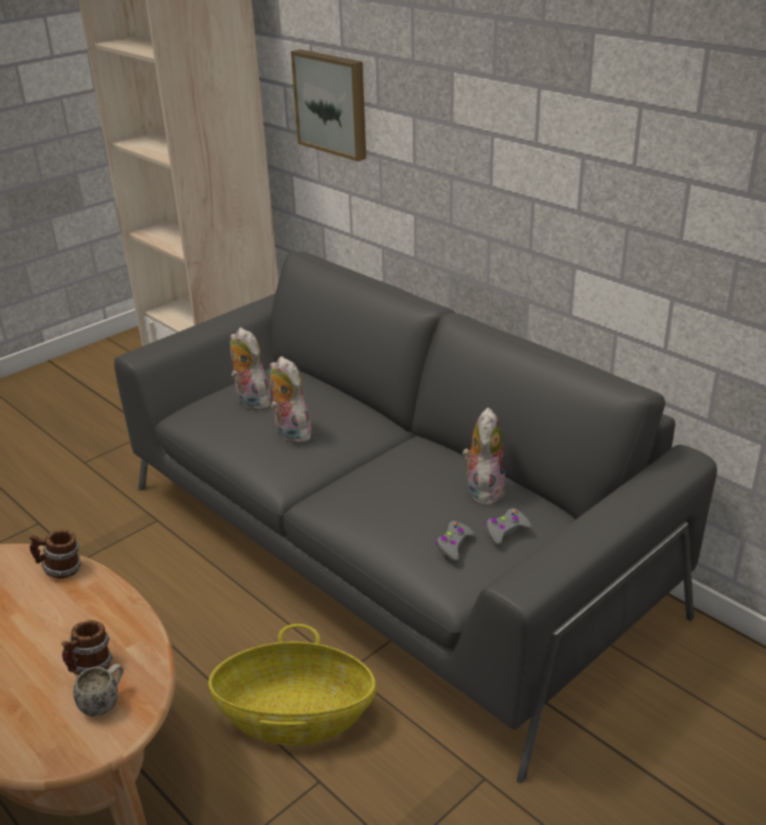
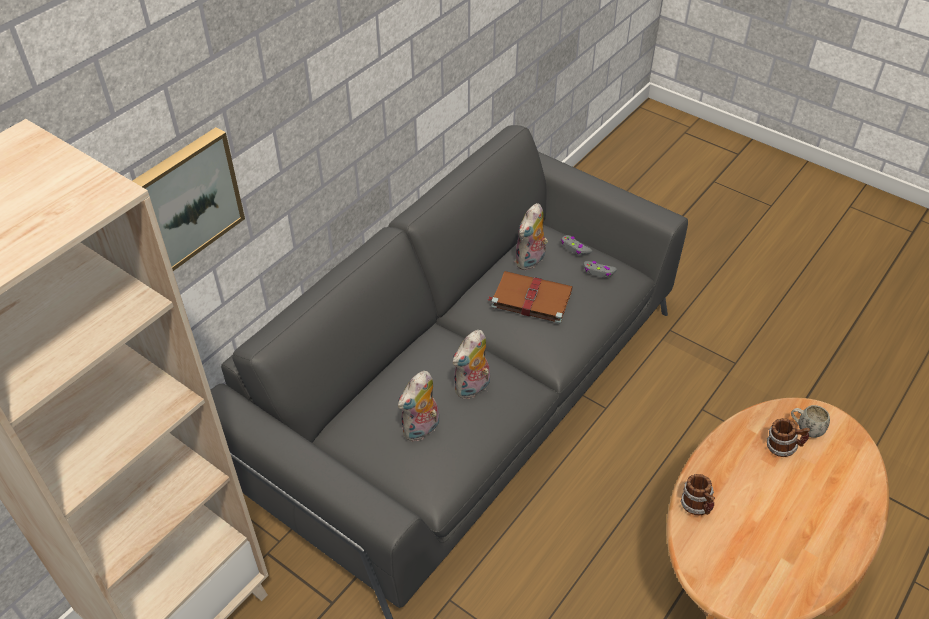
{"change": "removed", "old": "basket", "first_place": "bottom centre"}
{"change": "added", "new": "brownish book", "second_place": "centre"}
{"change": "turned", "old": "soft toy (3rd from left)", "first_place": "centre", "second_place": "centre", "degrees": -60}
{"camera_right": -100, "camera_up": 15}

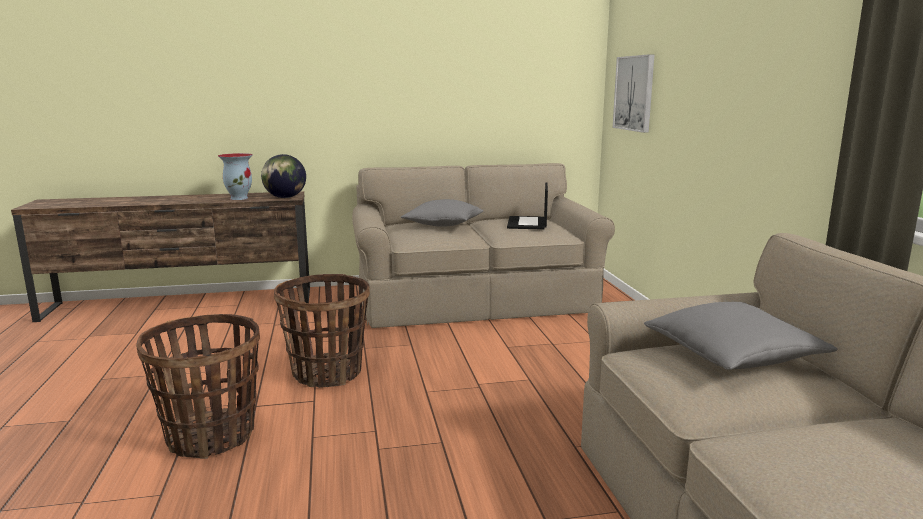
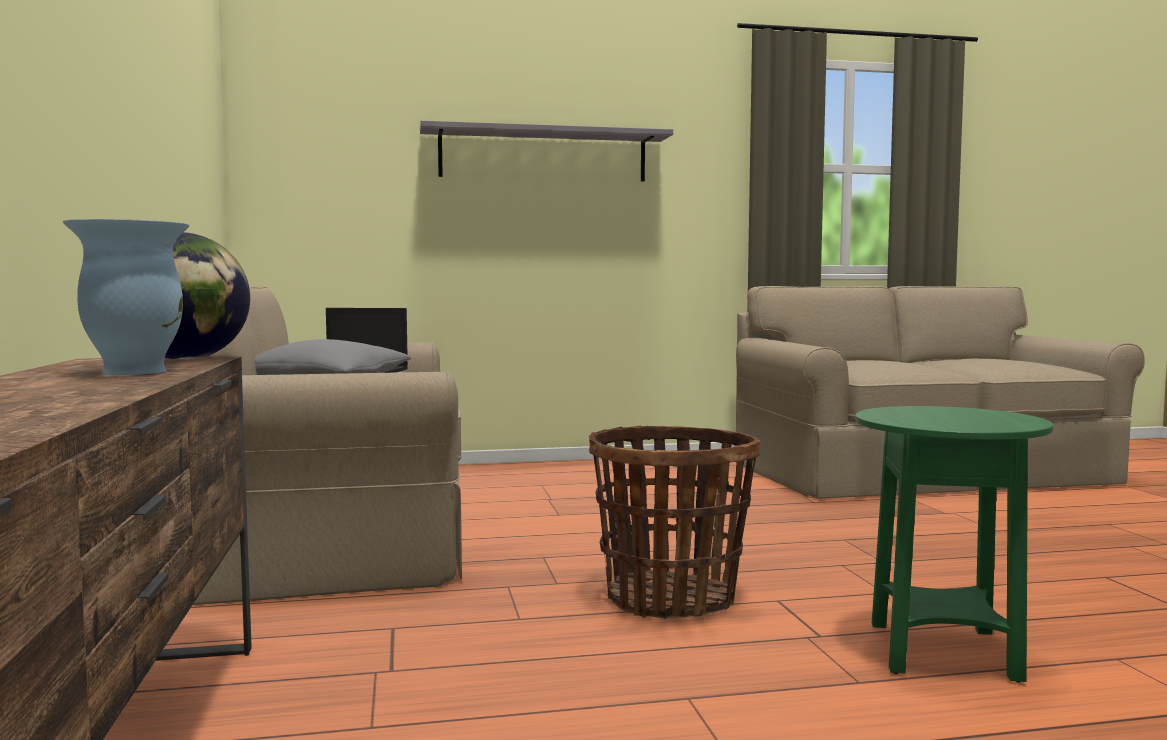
{"change": "removed", "old": "wall art", "first_place": "top right"}
{"change": "removed", "old": "grey cushion (2nd from left)", "first_place": "middle right"}
{"change": "added", "new": "grey wall shelf", "second_place": "top centre"}
{"change": "replaced", "old": "basket (1st from left)", "new": "green-coloured accent table", "first_place": "bottom left", "second_place": "bottom right"}
{"camera_right": -90, "camera_up": -10}

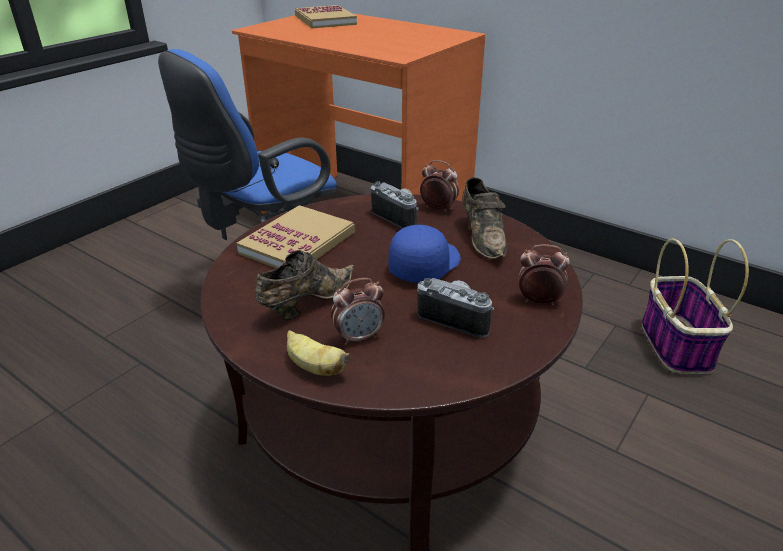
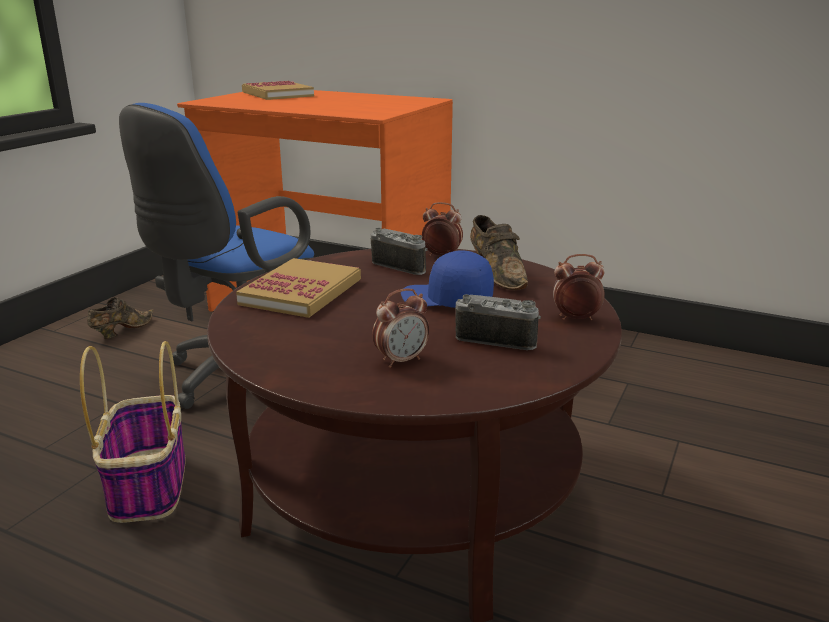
{"change": "removed", "old": "whole banana", "first_place": "centre"}
{"change": "moved", "old": "brownish item of footwear (1st from left)", "first_place": "centre", "second_place": "middle left"}
{"change": "moved", "old": "basket", "first_place": "middle right", "second_place": "bottom left"}
{"change": "turned", "old": "blue-coloured cap", "first_place": "centre", "second_place": "centre", "degrees": -90}
{"camera_right": -10, "camera_up": -10}

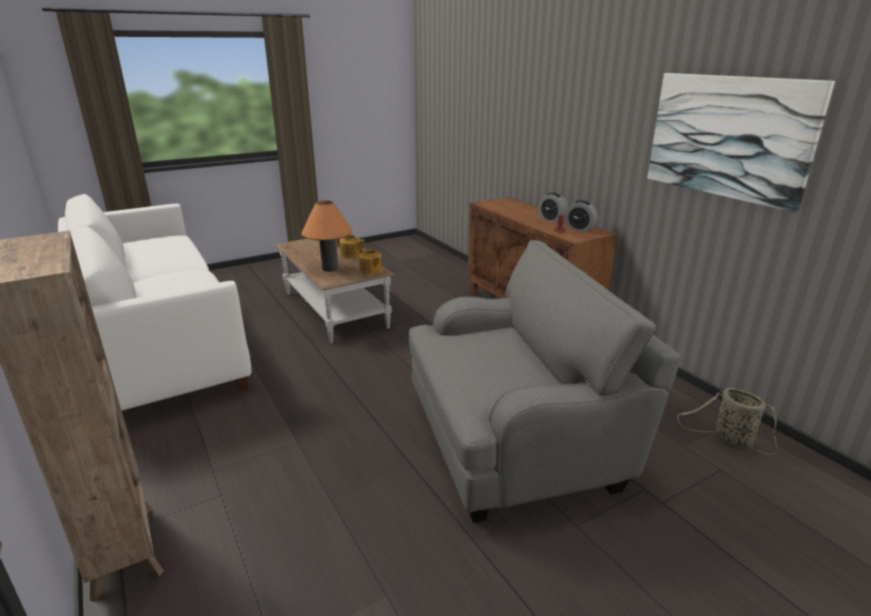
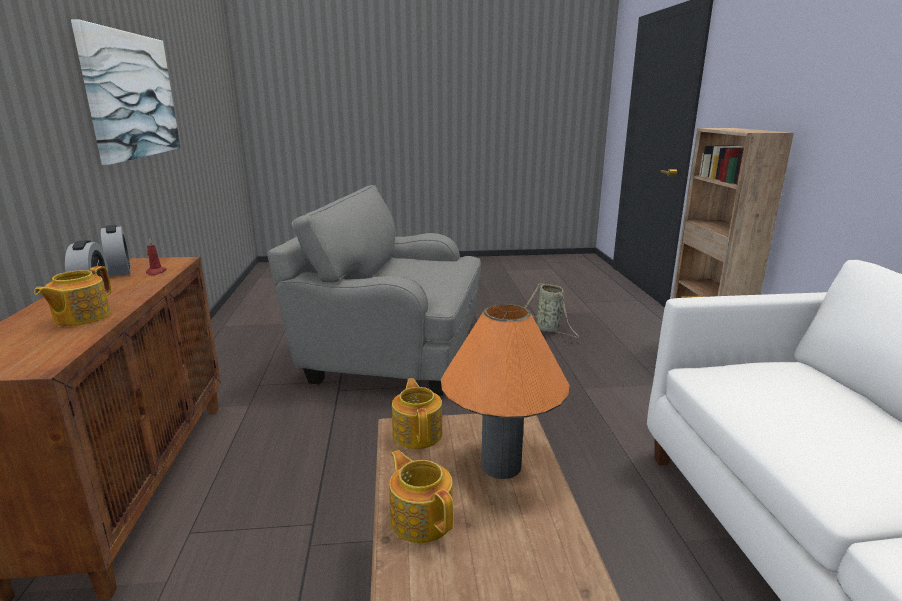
{"change": "added", "new": "tea pot (1st from left)", "second_place": "middle left"}
{"change": "moved", "old": "basket", "first_place": "bottom right", "second_place": "centre"}
{"camera_right": -155, "camera_up": -5}

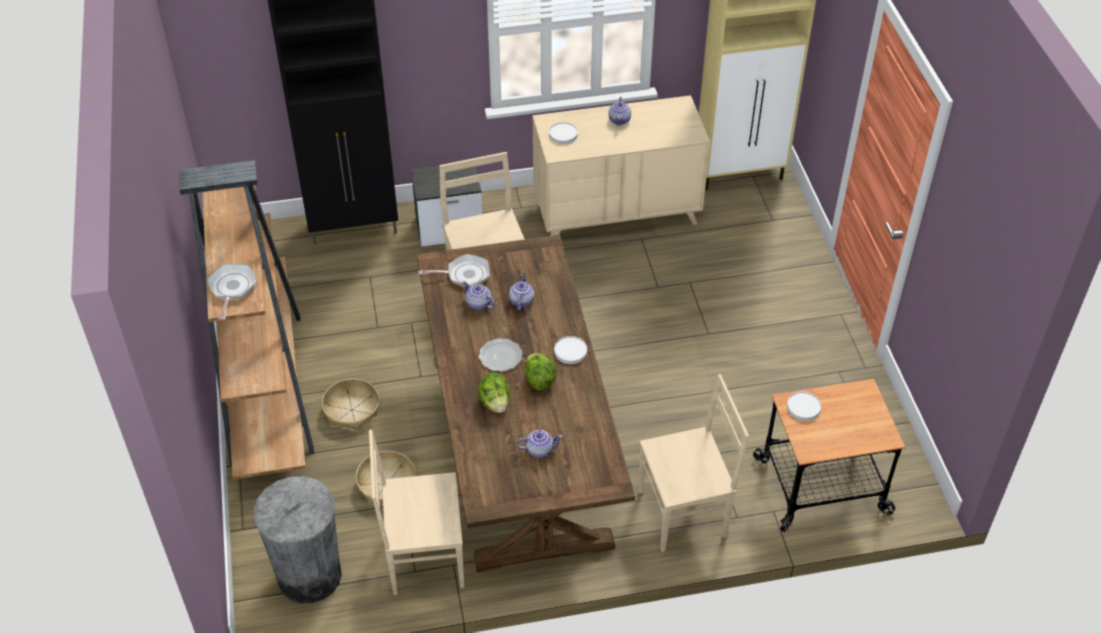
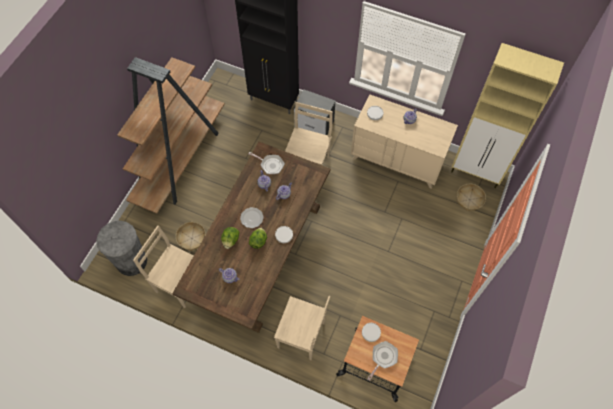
{"change": "moved", "old": "pan (1st from left in the first image)", "new": "pan (2nd from left)", "first_place": "middle left", "second_place": "bottom centre"}
{"change": "moved", "old": "basket (1st from left in the first image)", "new": "basket (2nd from left)", "first_place": "middle left", "second_place": "middle right"}
{"camera_right": 35, "camera_up": 15}

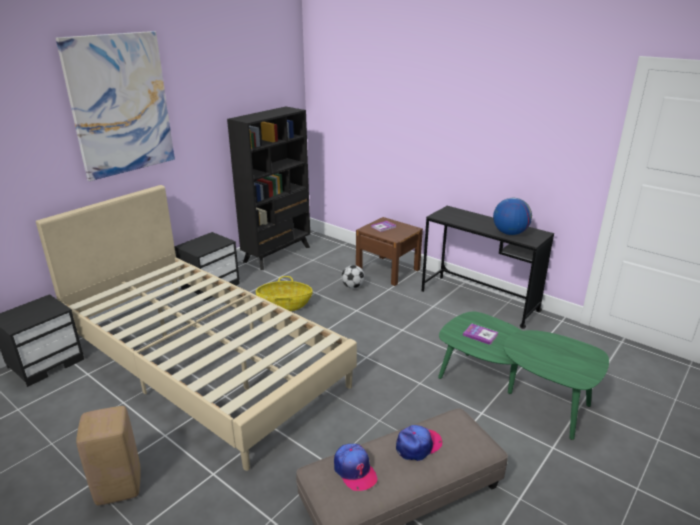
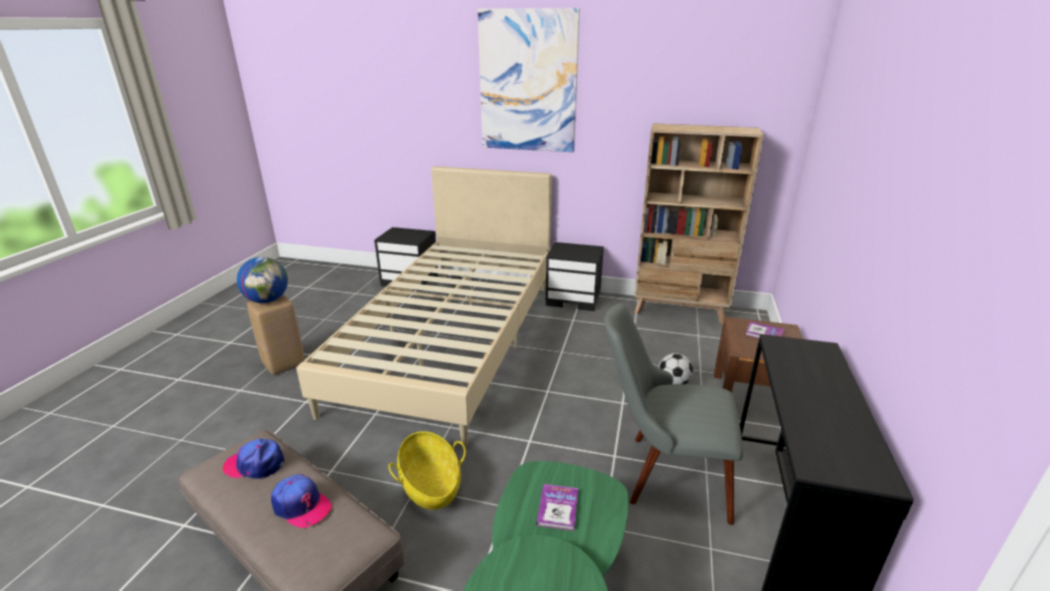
{"change": "added", "new": "grey chair", "second_place": "bottom centre"}
{"change": "moved", "old": "basket", "first_place": "centre", "second_place": "bottom centre"}
{"change": "moved", "old": "globe", "first_place": "middle right", "second_place": "middle left"}
{"change": "recoloured", "old": "black-coloured shelving unit", "new": "beige-coloured shelving unit", "first_place": "centre", "second_place": "centre"}
{"change": "turned", "old": "cap (1st from left)", "first_place": "bottom centre", "second_place": "bottom left", "degrees": 60}
{"camera_right": 65, "camera_up": 0}

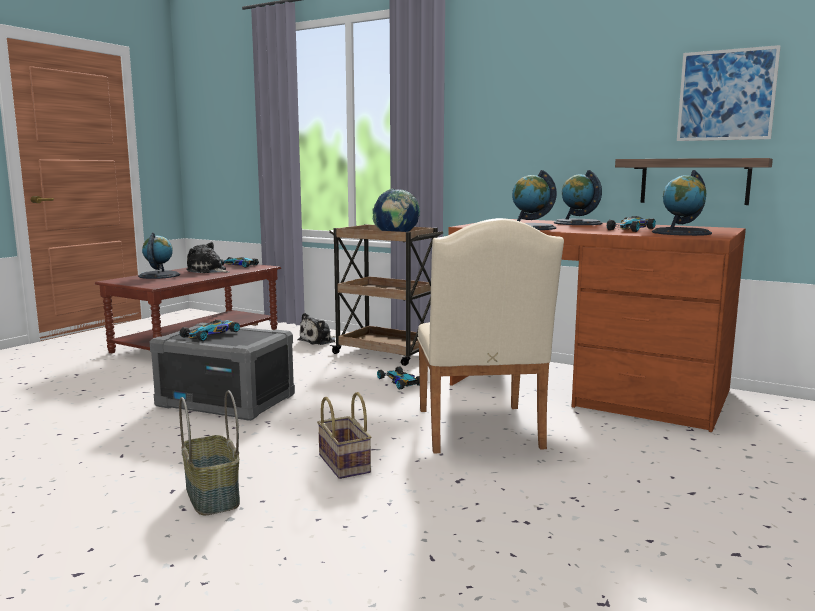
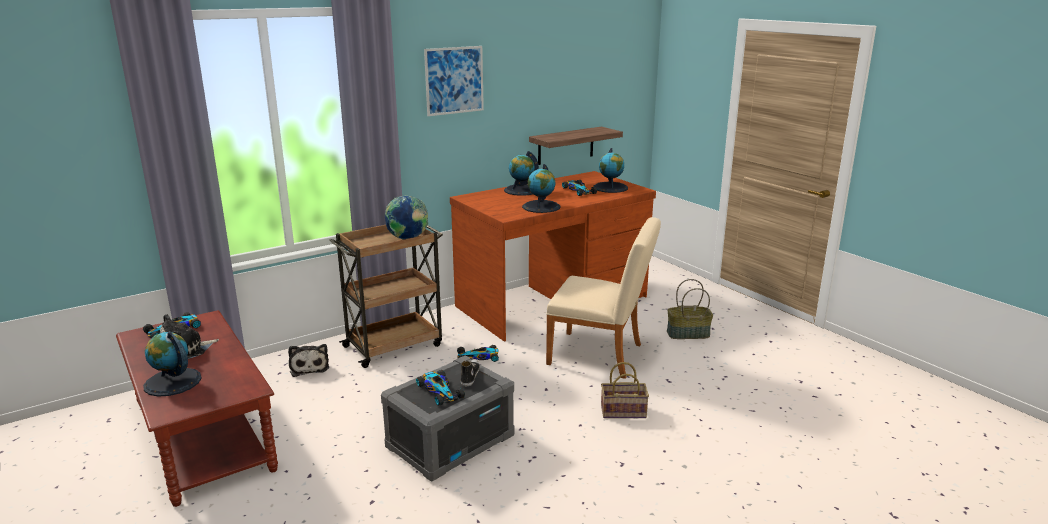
{"change": "added", "new": "item of footwear", "second_place": "bottom centre"}
{"change": "moved", "old": "basket (1st from left in the first image)", "new": "basket (2nd from left)", "first_place": "bottom left", "second_place": "centre"}
{"change": "moved", "old": "wall art", "first_place": "top right", "second_place": "top centre"}
{"camera_right": -65, "camera_up": 10}

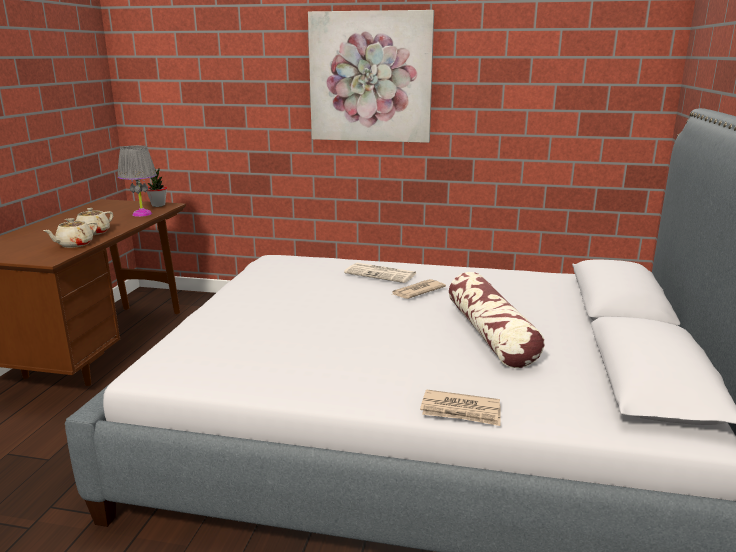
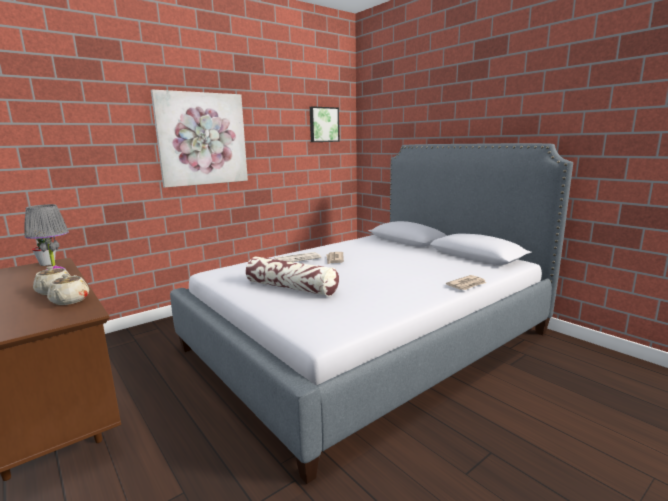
{"change": "added", "new": "wall art (2nd from left)", "second_place": "top centre"}
{"change": "moved", "old": "cushion", "first_place": "middle right", "second_place": "centre"}
{"camera_right": -50, "camera_up": -5}

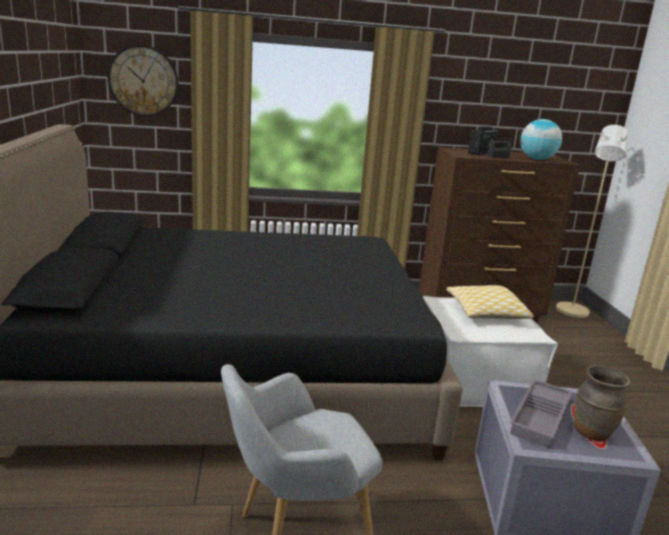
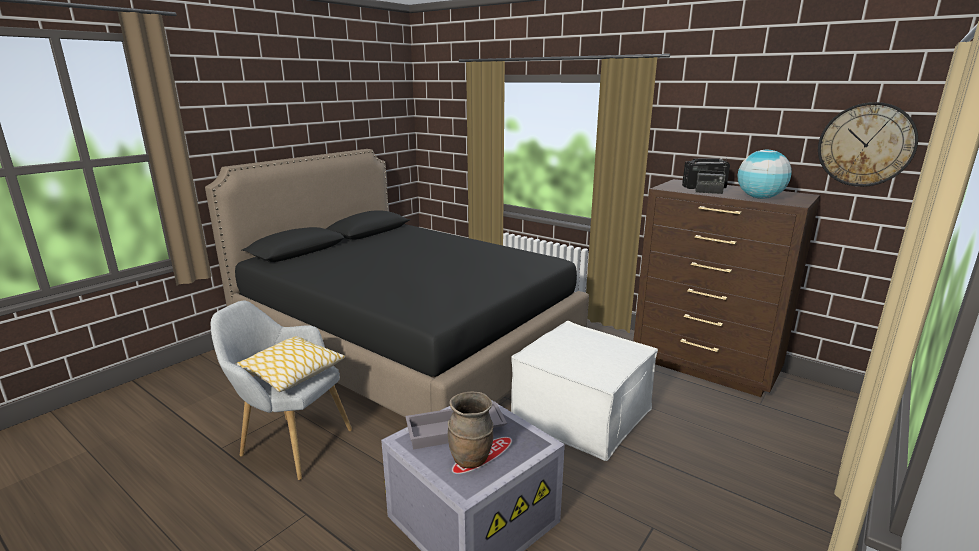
{"change": "removed", "old": "beige-coloured standing lamp", "first_place": "middle right"}
{"change": "moved", "old": "hanging clock", "first_place": "top left", "second_place": "top right"}
{"change": "moved", "old": "cushion", "first_place": "middle right", "second_place": "middle left"}
{"camera_right": 45, "camera_up": 0}

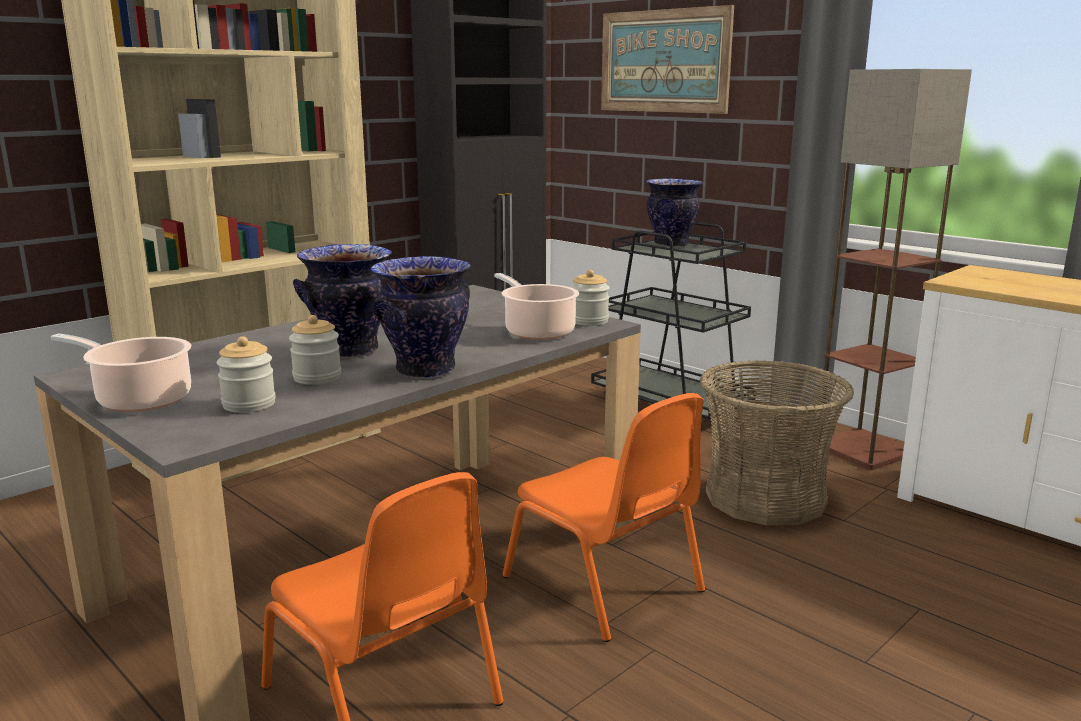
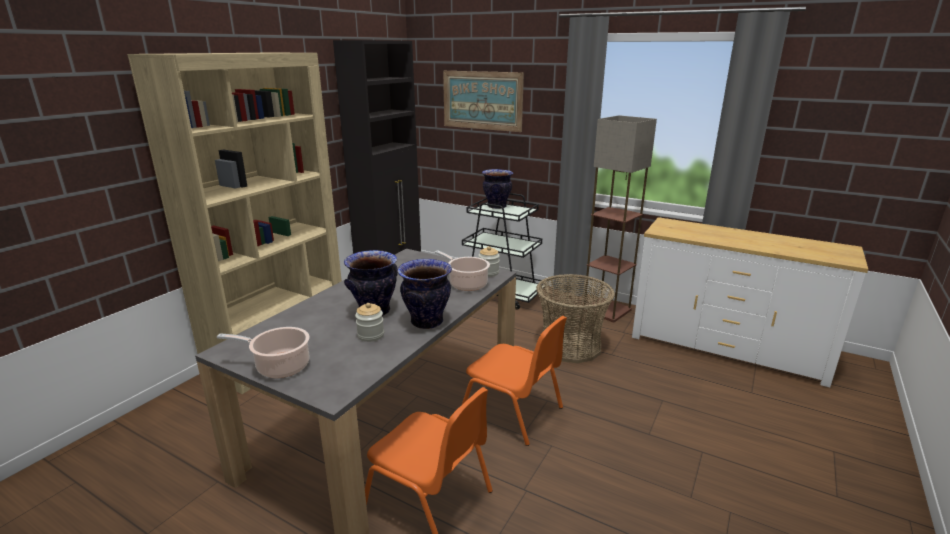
{"change": "removed", "old": "jar (1st from left)", "first_place": "middle left"}
{"camera_right": -15, "camera_up": 5}

